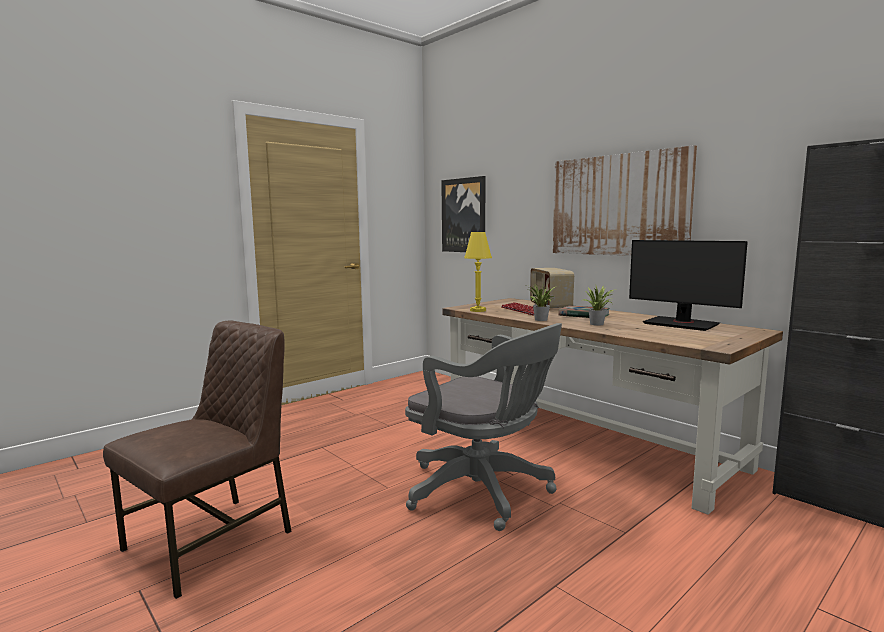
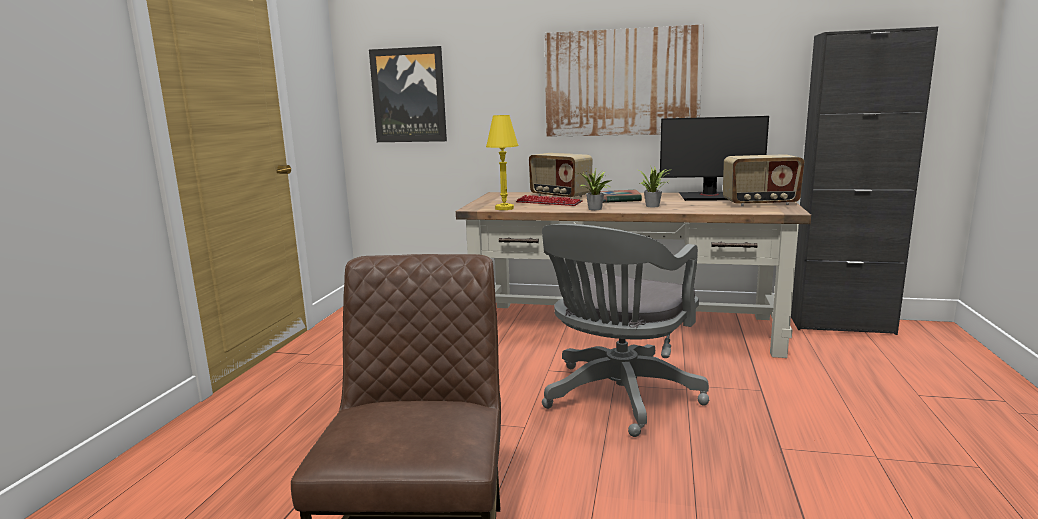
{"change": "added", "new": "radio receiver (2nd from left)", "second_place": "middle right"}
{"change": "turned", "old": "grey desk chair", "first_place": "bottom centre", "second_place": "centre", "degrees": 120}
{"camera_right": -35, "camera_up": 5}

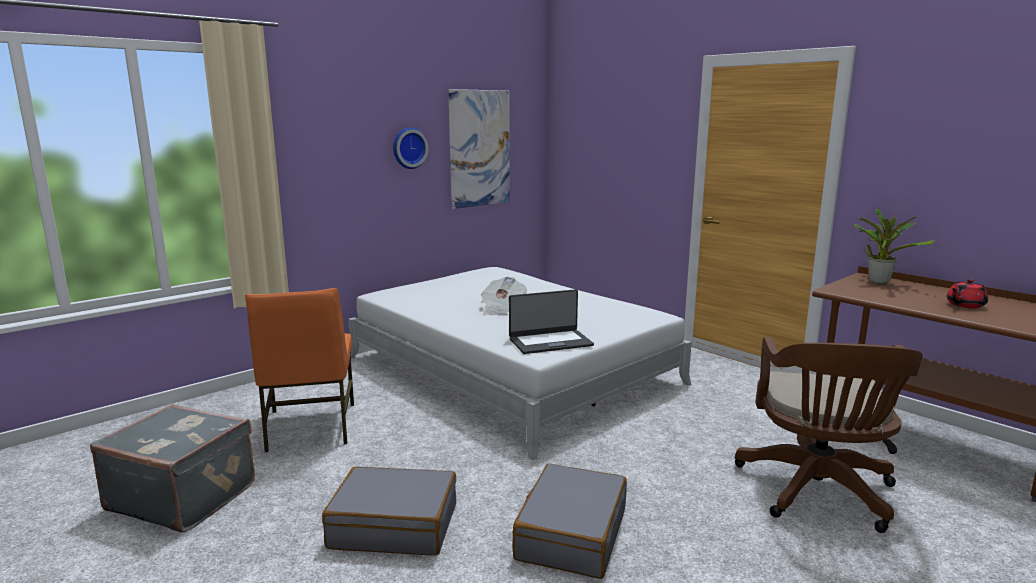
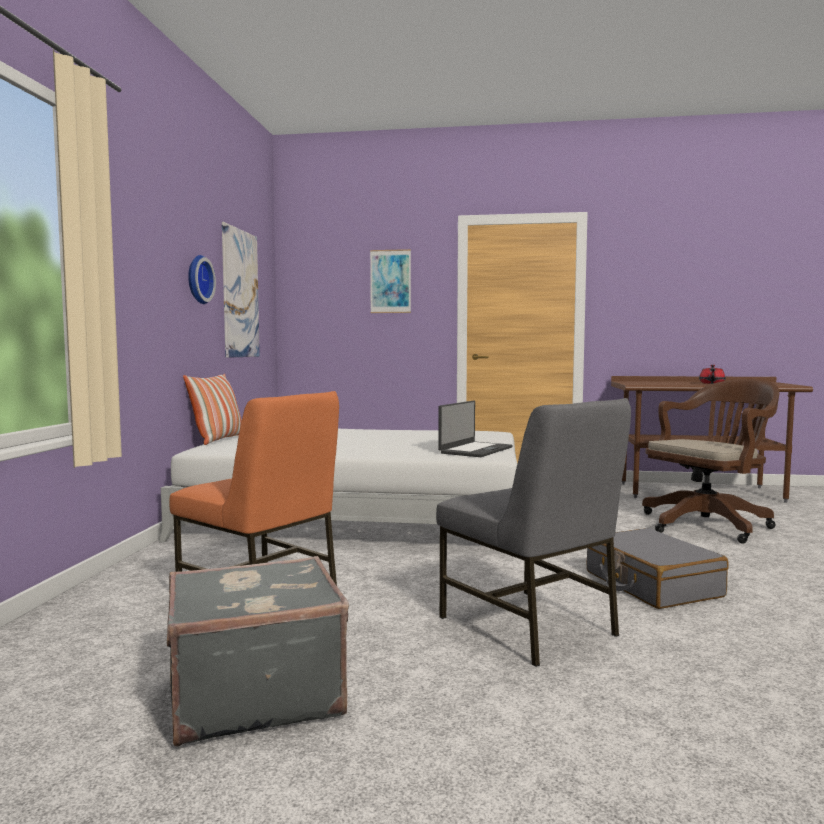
{"change": "removed", "old": "printed paper", "first_place": "centre"}
{"change": "removed", "old": "plant in a pot", "first_place": "middle right"}
{"change": "added", "new": "cushion", "second_place": "middle left"}
{"change": "added", "new": "wall art (2nd from left)", "second_place": "centre"}
{"change": "replaced", "old": "grey suitcase (2nd from left)", "new": "grey chair", "first_place": "bottom centre", "second_place": "centre"}
{"change": "turned", "old": "brownish desk chair", "first_place": "bottom right", "second_place": "middle right", "degrees": -90}
{"camera_right": -40, "camera_up": -10}

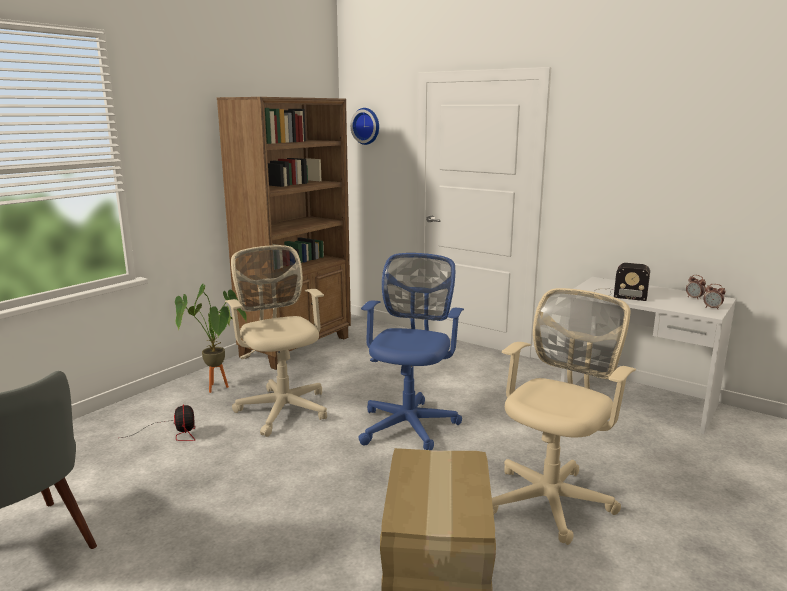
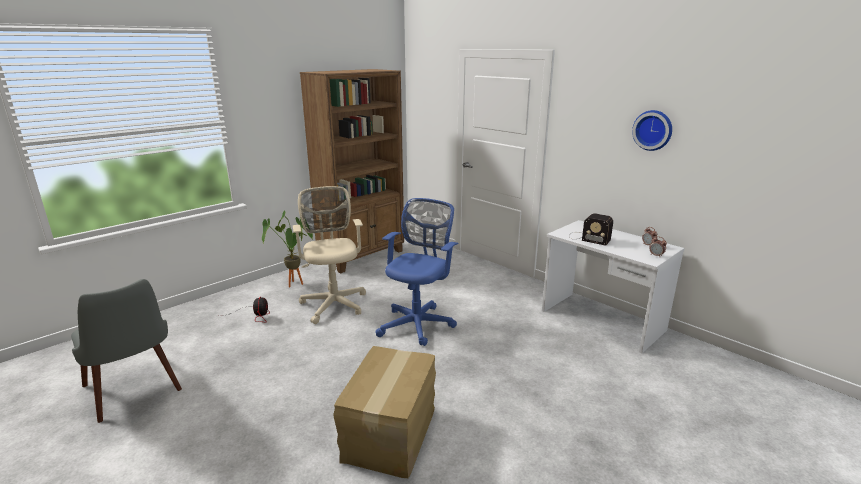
{"change": "removed", "old": "beige-coloured desk chair (2nd from left)", "first_place": "bottom right"}
{"change": "moved", "old": "hanging clock", "first_place": "top centre", "second_place": "top right"}
{"camera_right": 10, "camera_up": 5}

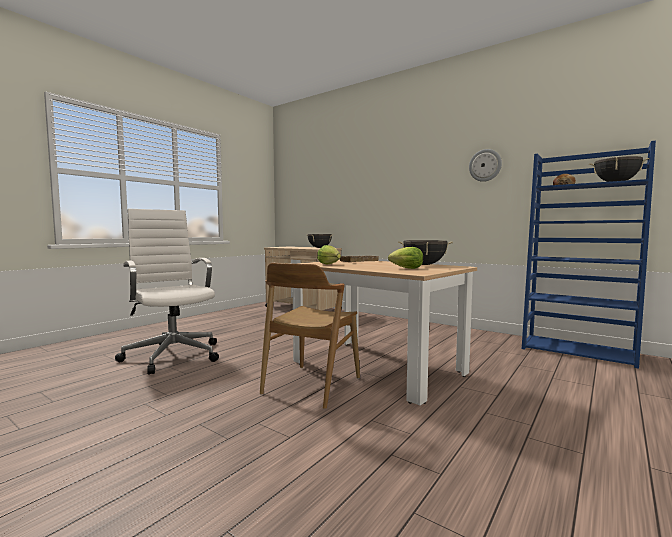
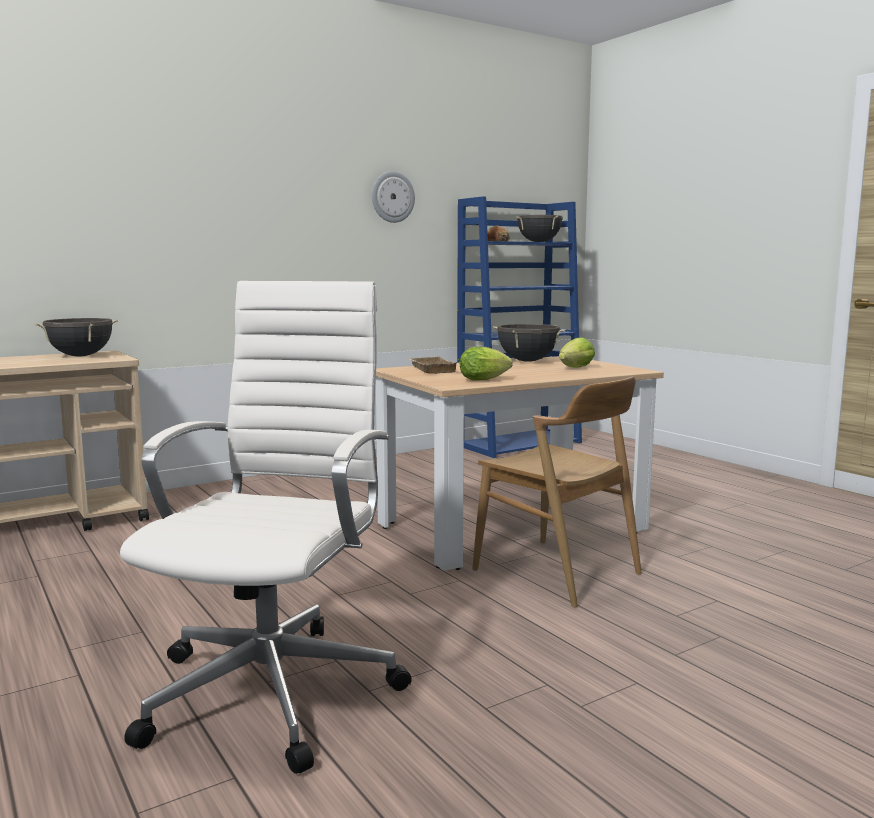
{"change": "turned", "old": "white desk chair", "first_place": "middle left", "second_place": "middle left", "degrees": 120}
{"camera_right": -70, "camera_up": 5}

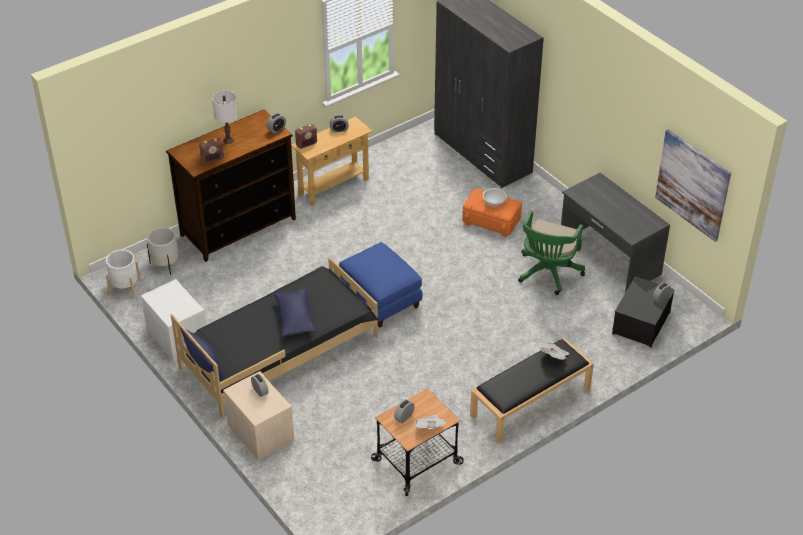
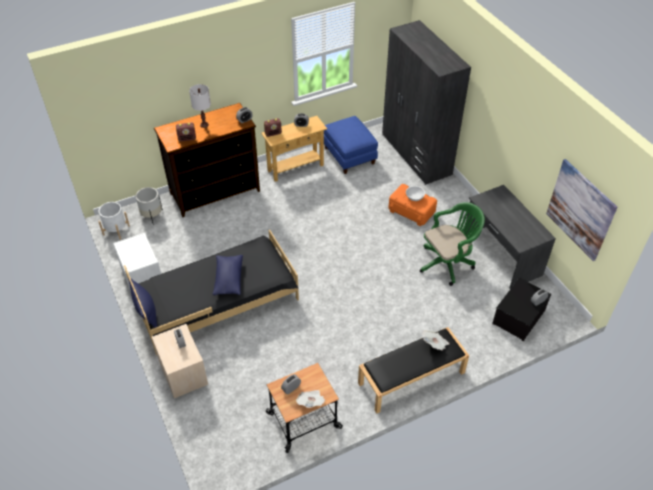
{"change": "moved", "old": "blue-coloured pouffe", "first_place": "centre", "second_place": "top centre"}
{"change": "turned", "old": "green-coloured desk chair", "first_place": "middle right", "second_place": "middle right", "degrees": -150}
{"camera_right": 10, "camera_up": 5}

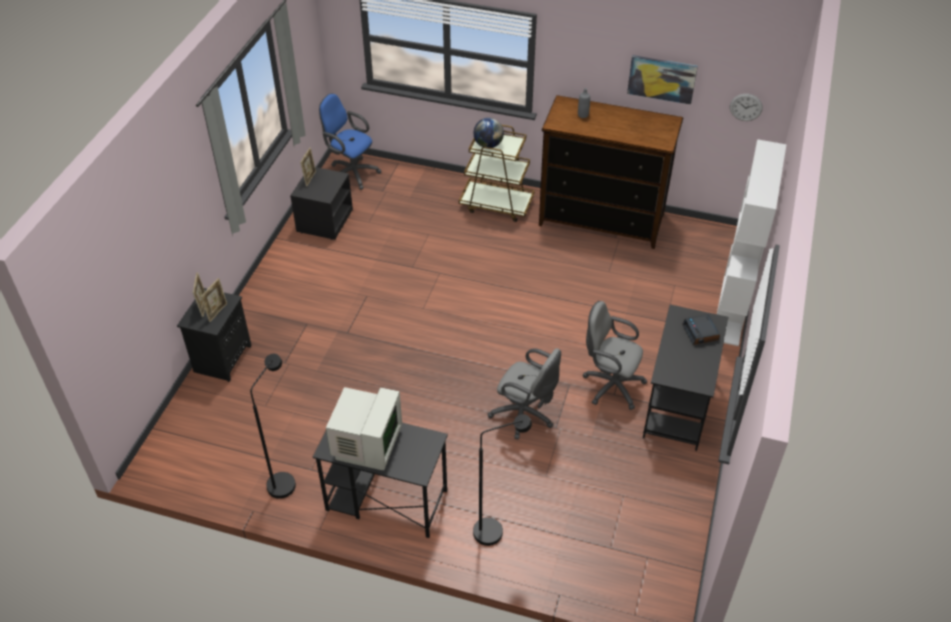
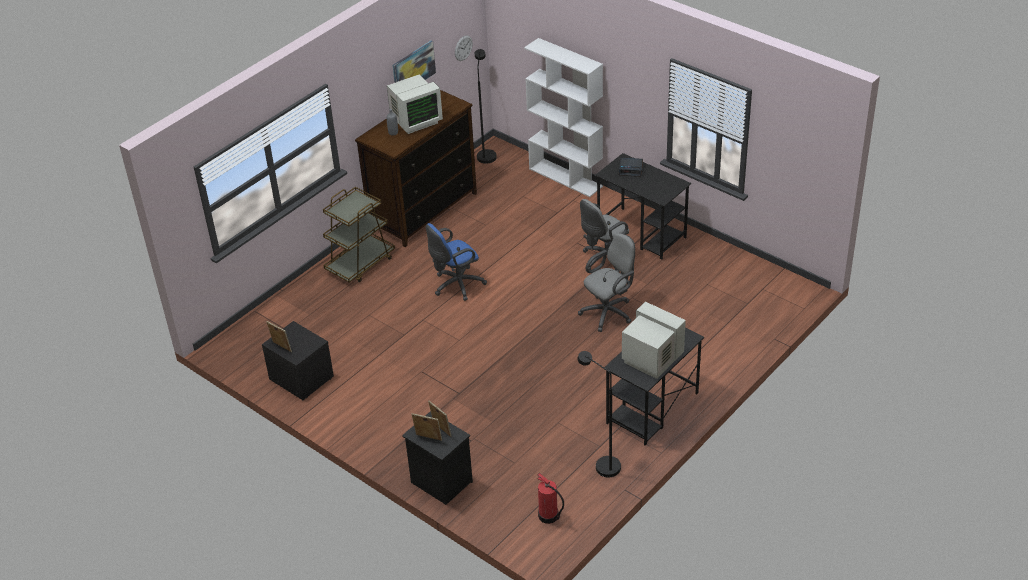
{"change": "removed", "old": "globe", "first_place": "top centre"}
{"change": "added", "new": "monitor (1st from left)", "second_place": "top centre"}
{"change": "added", "new": "extinguisher", "second_place": "bottom centre"}
{"change": "moved", "old": "blue-coloured desk chair", "first_place": "top centre", "second_place": "centre"}
{"change": "moved", "old": "black-coloured standing lamp (2nd from left in the first image)", "new": "black-coloured standing lamp (1st from left)", "first_place": "bottom centre", "second_place": "top centre"}
{"camera_right": -65, "camera_up": -5}

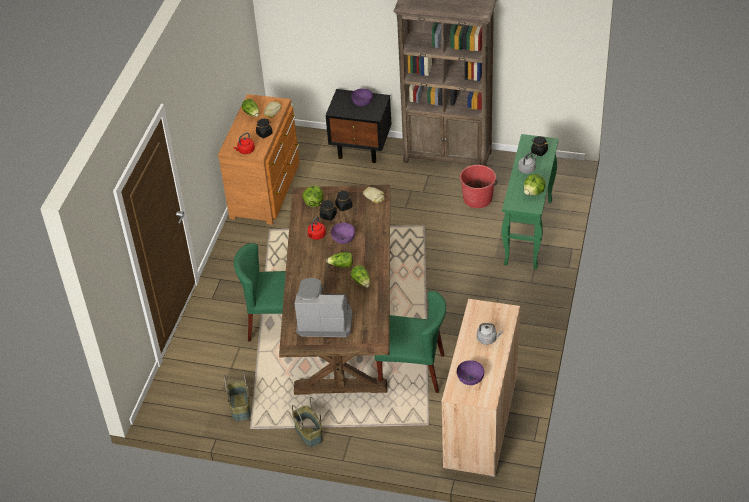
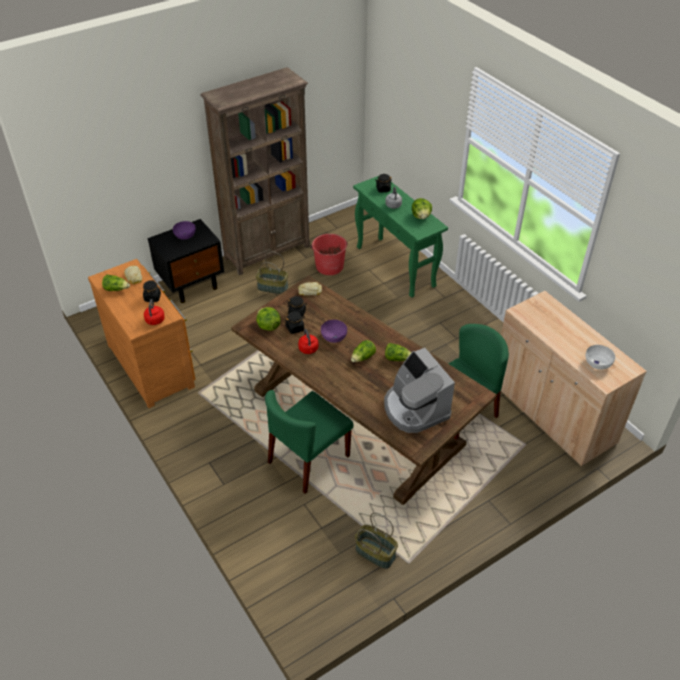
{"change": "removed", "old": "grey water kettle (1st from left)", "first_place": "centre"}
{"change": "moved", "old": "basket (2nd from left in the first image)", "new": "basket (1st from left)", "first_place": "bottom centre", "second_place": "centre"}
{"change": "recoloured", "old": "purple-coloured deep dish (3rd from left)", "new": "white deep dish", "first_place": "bottom centre", "second_place": "middle right"}
{"change": "turned", "old": "coffee brewer", "first_place": "centre", "second_place": "centre", "degrees": -75}
{"camera_right": -50, "camera_up": 0}

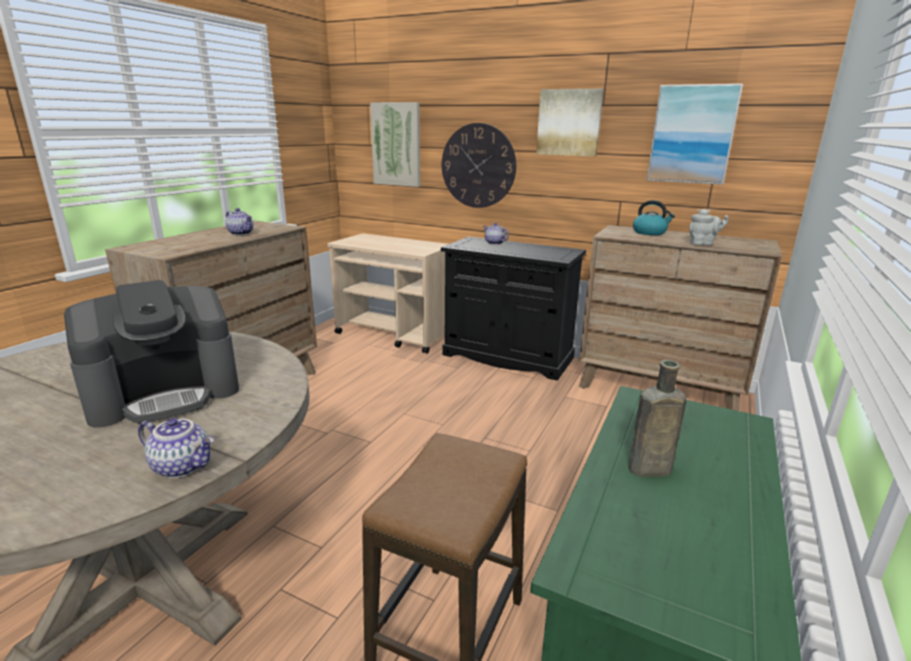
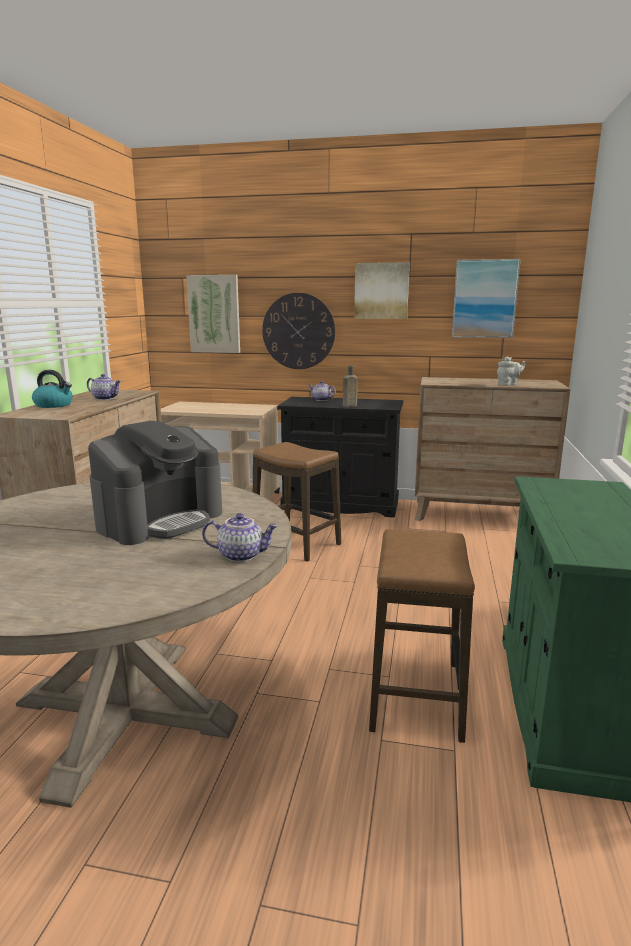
{"change": "added", "new": "stool (1st from left)", "second_place": "centre"}
{"change": "moved", "old": "brownish bottle", "first_place": "middle right", "second_place": "centre"}
{"change": "moved", "old": "water kettle", "first_place": "top right", "second_place": "middle left"}
{"camera_right": -15, "camera_up": -5}

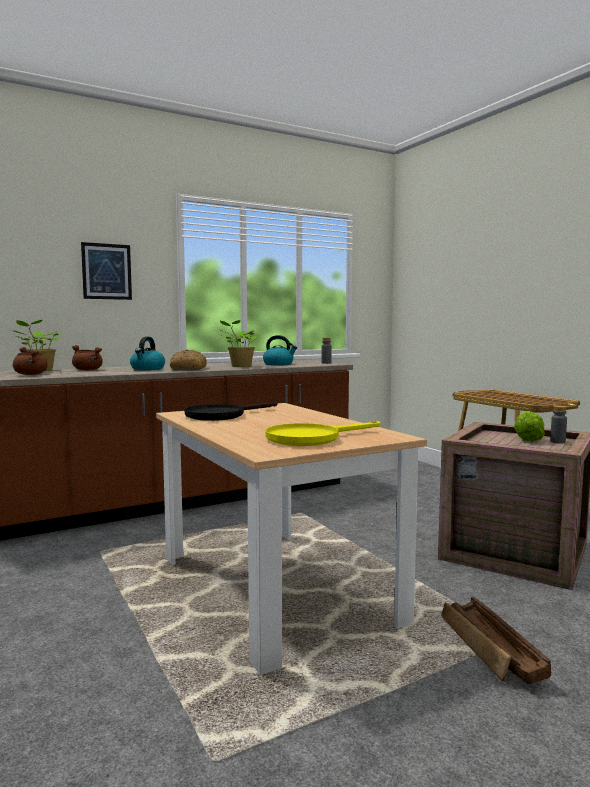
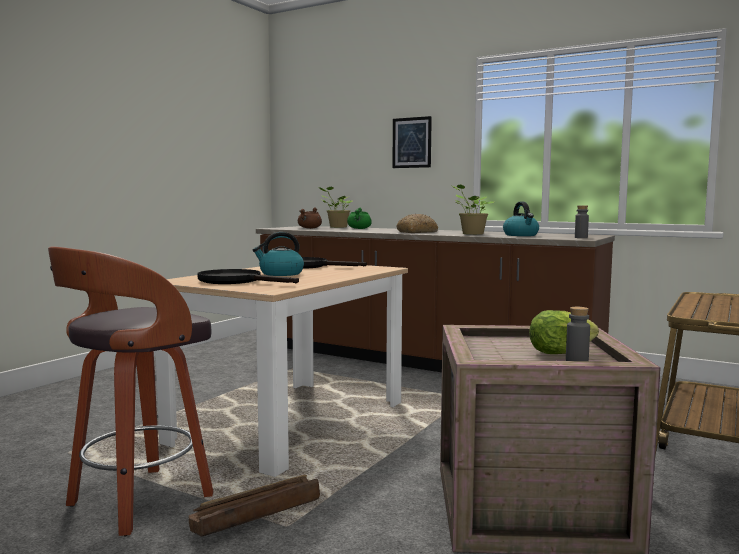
{"change": "added", "new": "stool", "second_place": "bottom left"}
{"change": "moved", "old": "water kettle (1st from left)", "first_place": "middle left", "second_place": "centre"}
{"change": "recoloured", "old": "brownish cooking pot (2nd from left)", "new": "green-coloured cooking pot", "first_place": "middle left", "second_place": "centre"}
{"change": "recoloured", "old": "yellow pan", "new": "black-coloured pan (1st from left)", "first_place": "centre", "second_place": "centre"}
{"camera_right": 60, "camera_up": 0}

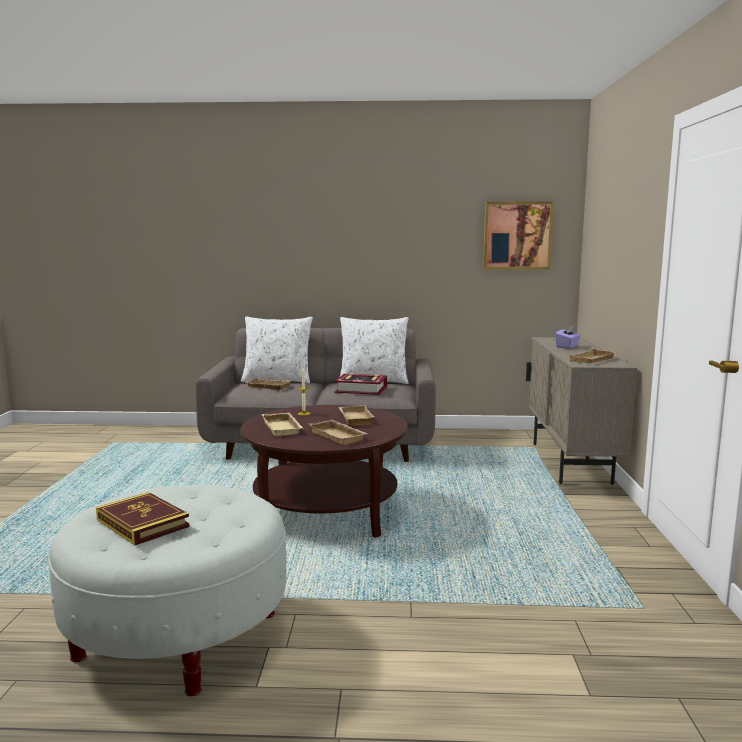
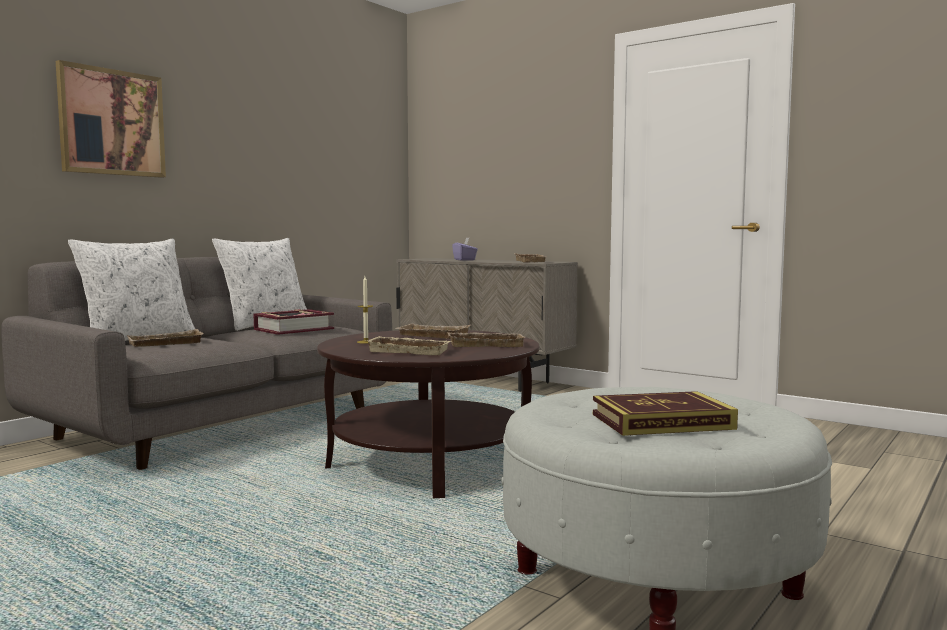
{"change": "moved", "old": "wall art", "first_place": "top right", "second_place": "top left"}
{"camera_right": -55, "camera_up": -5}

